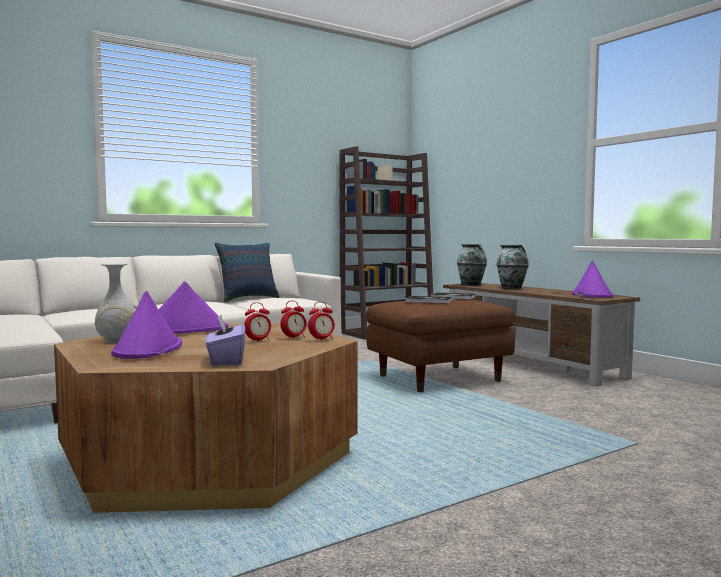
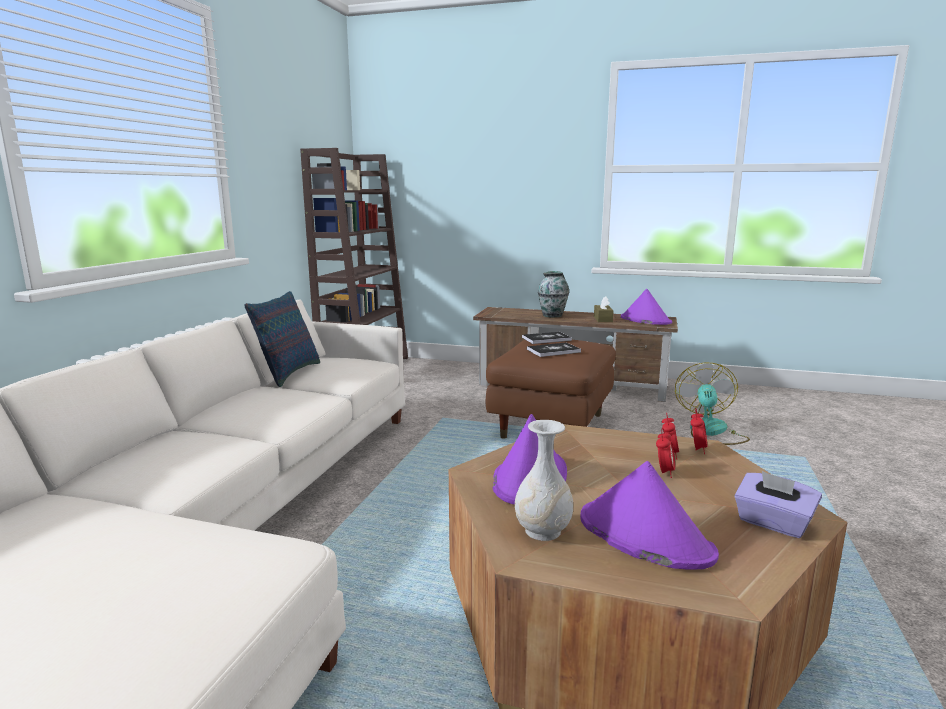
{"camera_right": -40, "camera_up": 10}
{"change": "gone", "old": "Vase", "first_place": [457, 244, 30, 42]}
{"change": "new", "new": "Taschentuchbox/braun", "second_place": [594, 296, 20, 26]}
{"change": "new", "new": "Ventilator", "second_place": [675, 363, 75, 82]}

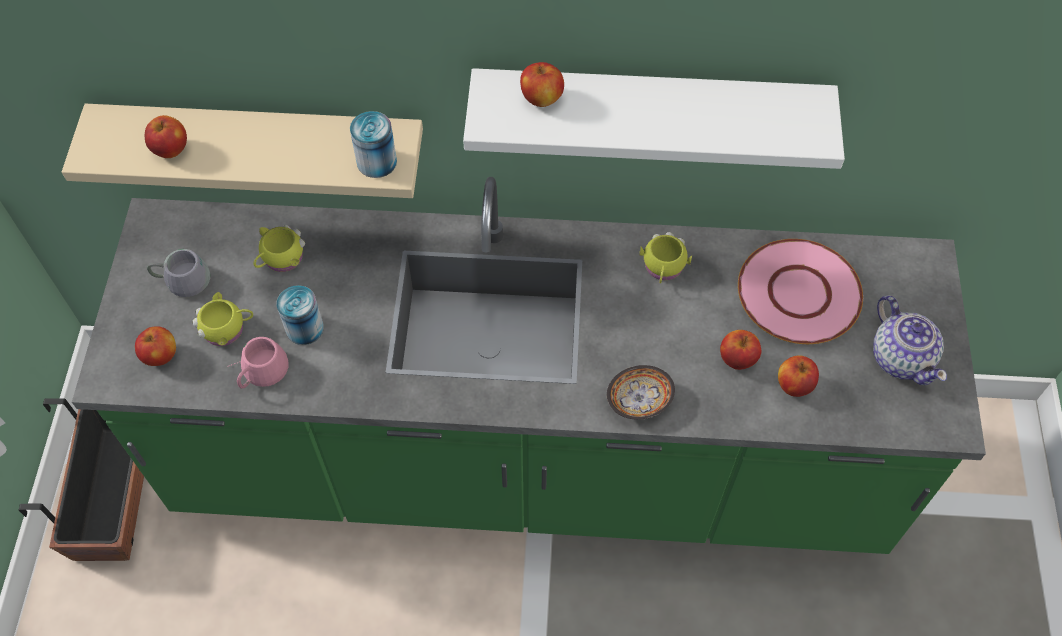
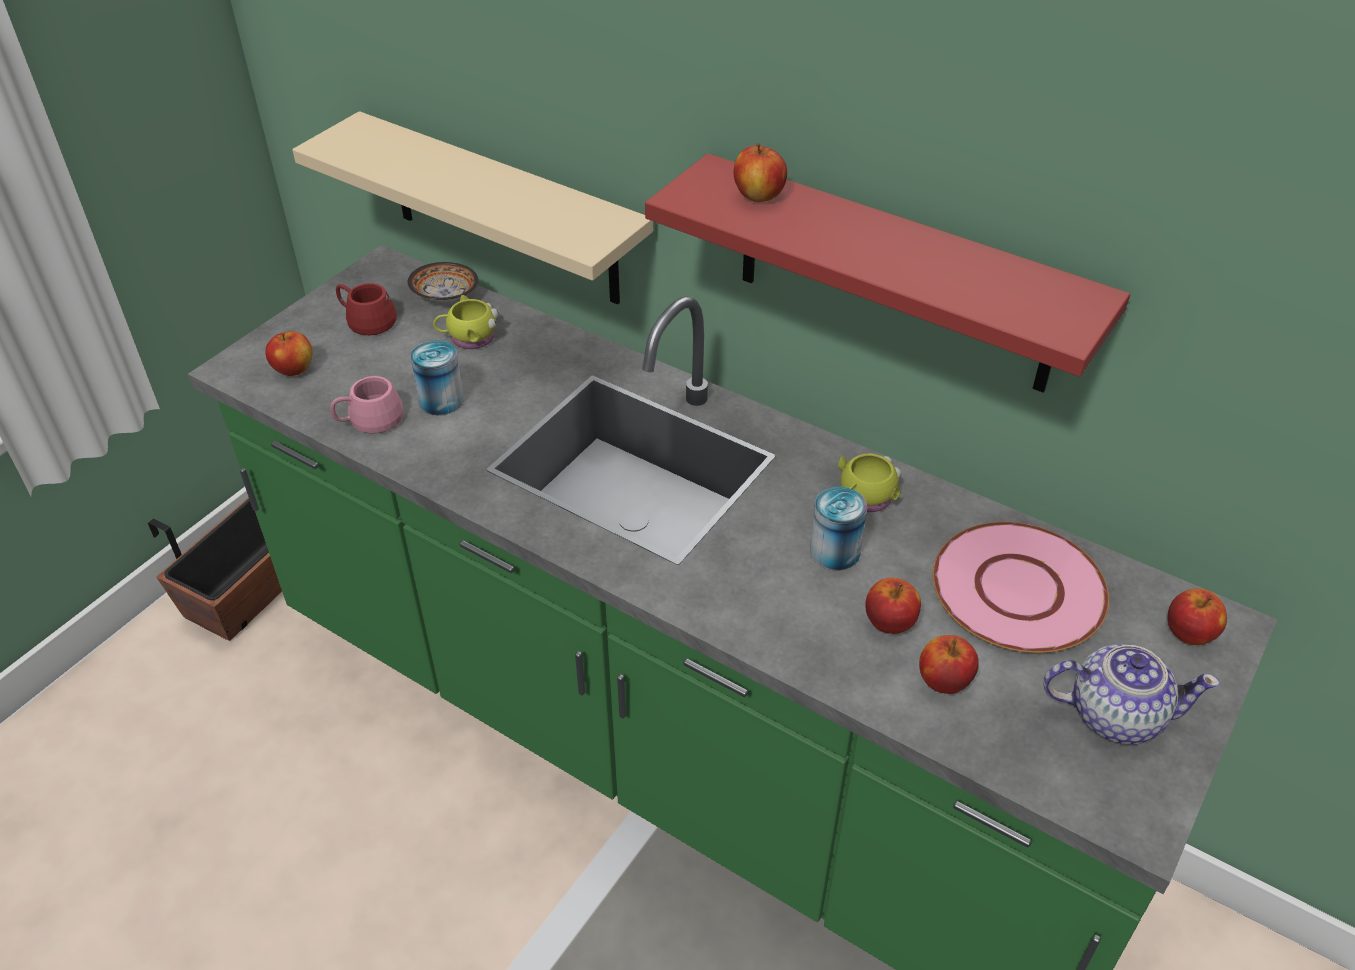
{"camera_right": 30, "camera_up": -15}
{"change": "gone", "old": "Henkelbecher/gelb", "first_place": [192, 292, 61, 54]}
{"change": "shifted", "old": "Apfel", "first_place": [145, 115, 42, 43], "second_place": [1168, 588, 59, 57]}
{"change": "shifted", "old": "Dose", "first_place": [350, 111, 47, 67], "second_place": [810, 487, 57, 84]}
{"change": "shifted", "old": "Schüssel", "first_place": [607, 365, 68, 55], "second_place": [408, 262, 70, 40]}
{"change": "repainted", "old": "Henkelbecher/grau", "new": "Henkelbecher/rot", "first_place": [147, 249, 63, 48], "second_place": [336, 283, 61, 52]}
{"change": "repainted", "old": "Wandregal/weiß", "new": "Wandregal/rot", "first_place": [463, 68, 382, 101], "second_place": [645, 154, 485, 239]}
{"change": "rotated", "old": "Teekanne", "first_place": [873, 295, 74, 90], "second_place": [1043, 644, 177, 100], "degrees": -90}

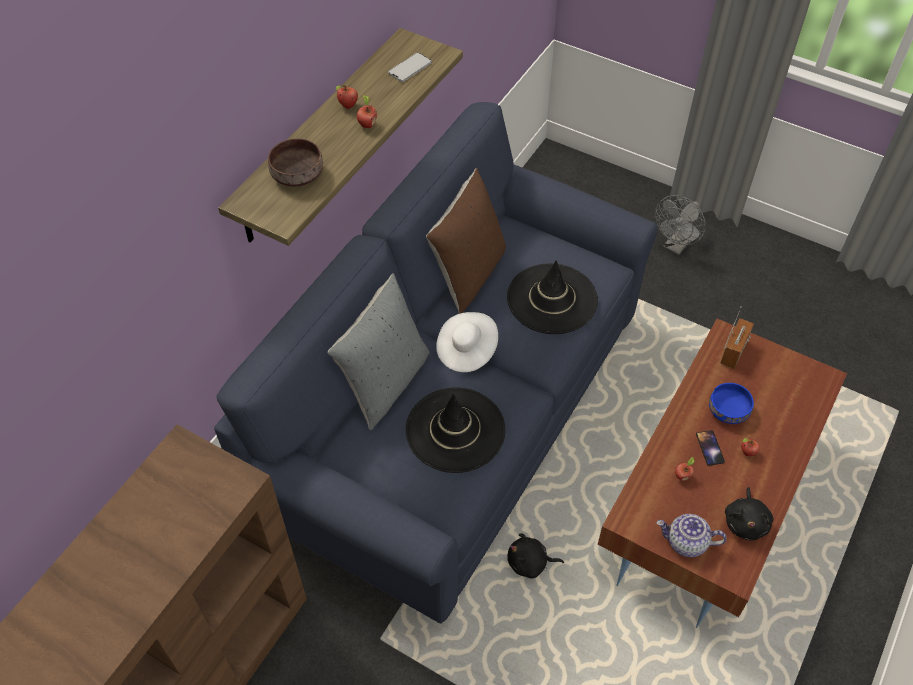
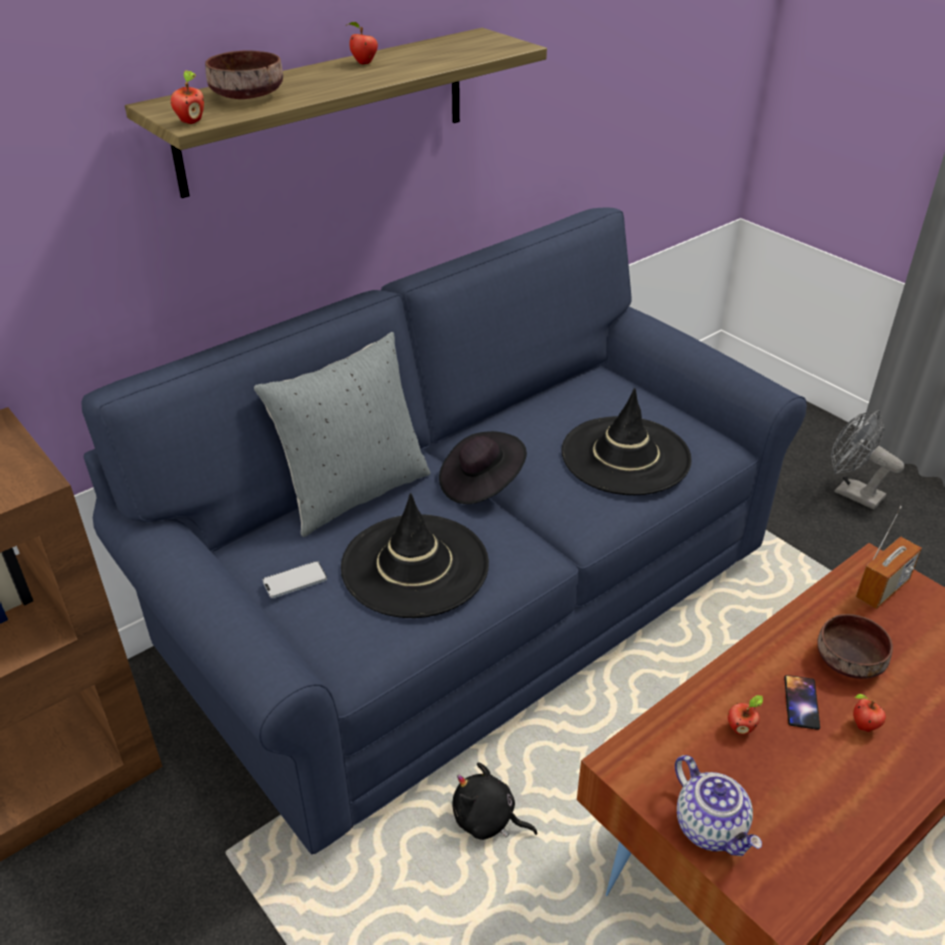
{"camera_right": 20, "camera_up": -15}
{"change": "gone", "old": "Kissen/braun", "first_place": [426, 168, 80, 146]}
{"change": "gone", "old": "Plüschtier/schwarz", "first_place": [725, 487, 49, 53]}
{"change": "shifted", "old": "Apfel", "first_place": [357, 95, 20, 33], "second_place": [171, 70, 33, 54]}
{"change": "shifted", "old": "Handy", "first_place": [388, 52, 44, 30], "second_place": [263, 561, 64, 37]}
{"change": "repainted", "old": "Hut/weiß", "new": "Hut/schwarz", "first_place": [436, 312, 62, 60], "second_place": [439, 431, 88, 73]}
{"change": "repainted", "old": "Schüssel/blau", "new": "Schüssel/braun", "first_place": [709, 383, 45, 41], "second_place": [817, 614, 76, 65]}
{"change": "rotated", "old": "Ventilator/grau", "first_place": [655, 195, 51, 60], "second_place": [831, 410, 73, 100], "degrees": 75}
{"change": "rotated", "old": "Teekanne", "first_place": [657, 514, 70, 43], "second_place": [675, 755, 87, 101], "degrees": -150}

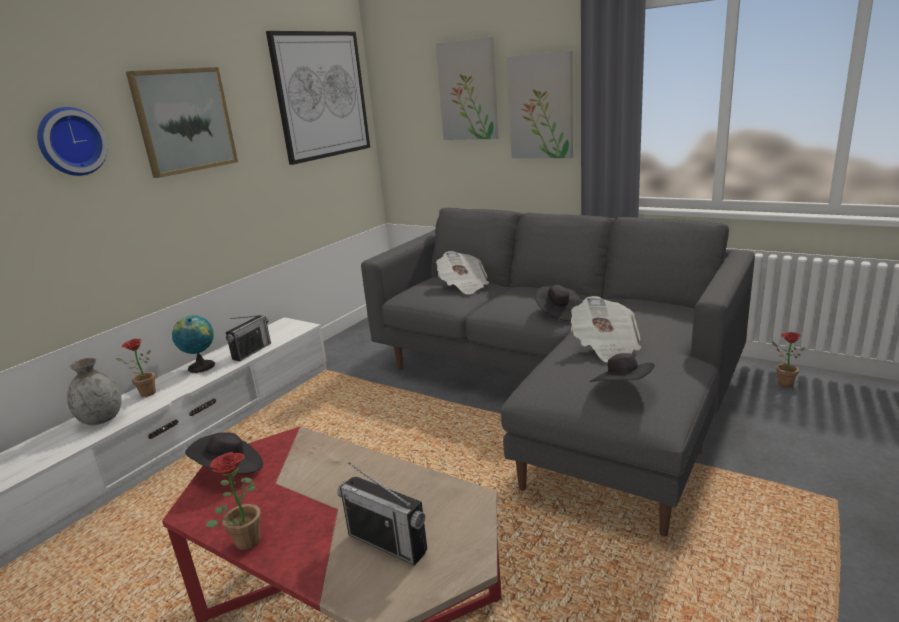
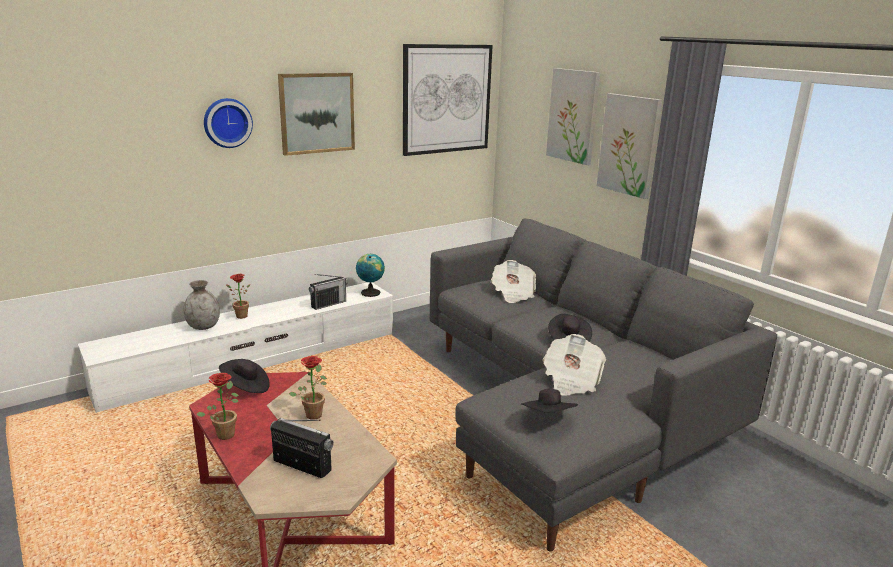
{"camera_right": 20, "camera_up": 0}
{"change": "shifted", "old": "Globus", "first_place": [172, 315, 43, 58], "second_place": [356, 254, 29, 43]}
{"change": "shifted", "old": "Topfpflanze", "first_place": [772, 332, 33, 55], "second_place": [289, 356, 38, 64]}
{"change": "rotated", "old": "Radio", "first_place": [337, 462, 90, 103], "second_place": [270, 418, 64, 60], "degrees": 150}

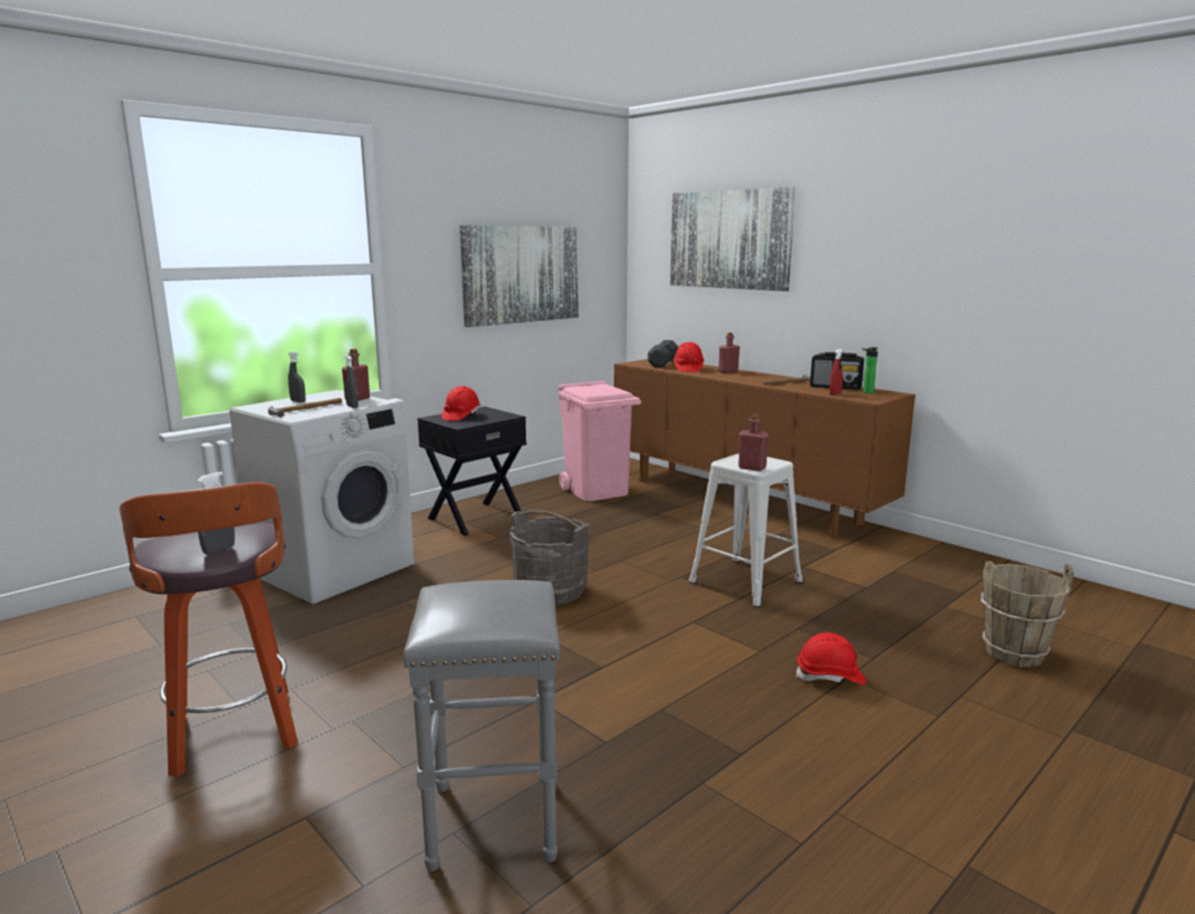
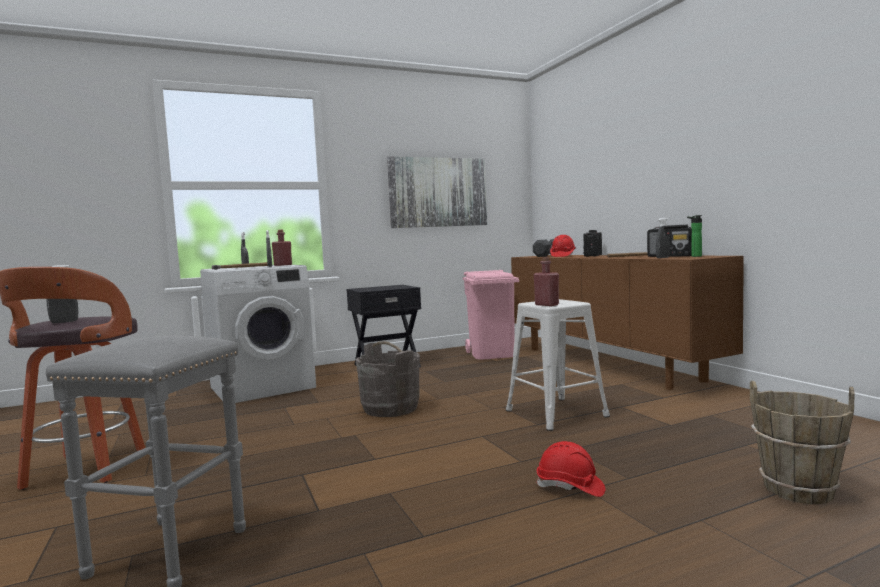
{"camera_right": 20, "camera_up": -10}
{"change": "gone", "old": "Schutzhelm/rot", "first_place": [442, 386, 39, 35]}
{"change": "gone", "old": "Bild", "first_place": [670, 187, 125, 104]}
{"change": "swapped", "old": "Flasche/rot", "new": "Radio", "first_place": [719, 332, 21, 41], "second_place": [583, 230, 19, 27]}
{"change": "repainted", "old": "Sprühflasche/rot", "new": "Sprühflasche/grau", "first_place": [830, 349, 13, 46], "second_place": [656, 218, 14, 40]}

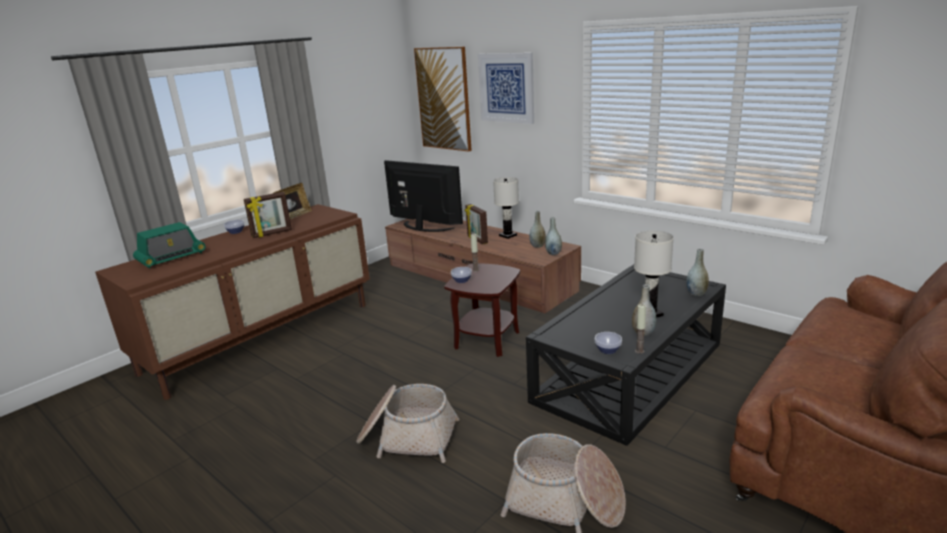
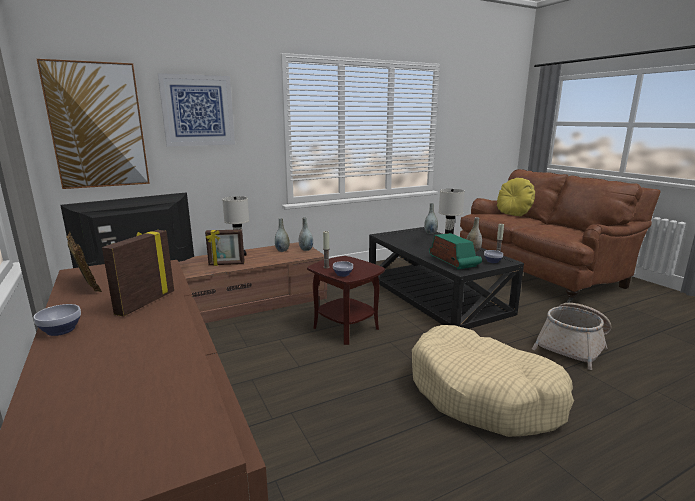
{"camera_right": -70, "camera_up": -5}
{"change": "new", "new": "Kissen/gelb", "second_place": [497, 178, 38, 38]}
{"change": "shifted", "old": "Radio", "first_place": [133, 222, 73, 47], "second_place": [429, 233, 53, 37]}
{"change": "swapped", "old": "Korb", "new": "Hundebett/beige", "first_place": [356, 384, 103, 79], "second_place": [412, 325, 162, 112]}
{"change": "rotated", "old": "Bilderrahmen", "first_place": [244, 192, 48, 46], "second_place": [102, 230, 72, 87], "degrees": -150}

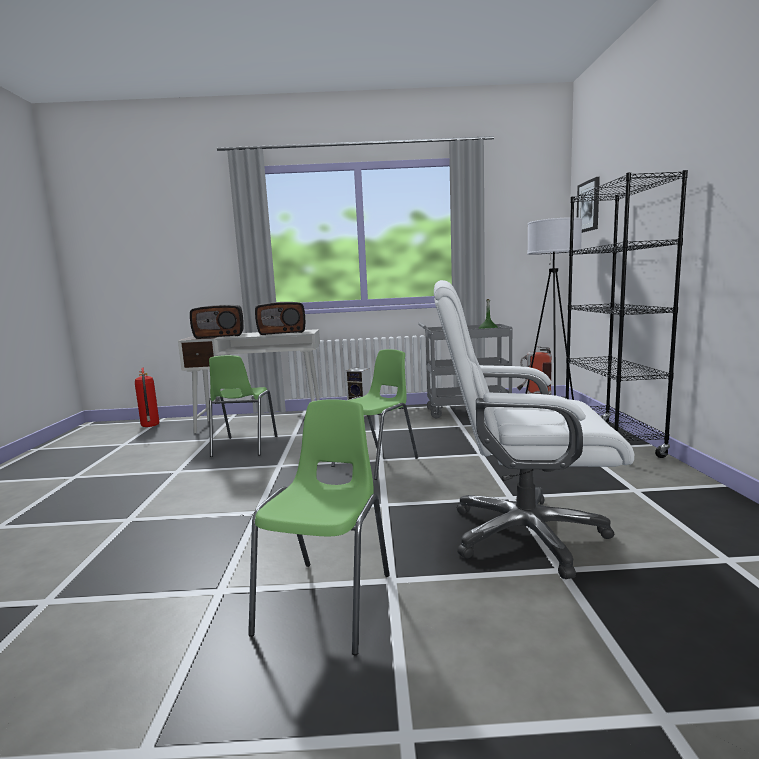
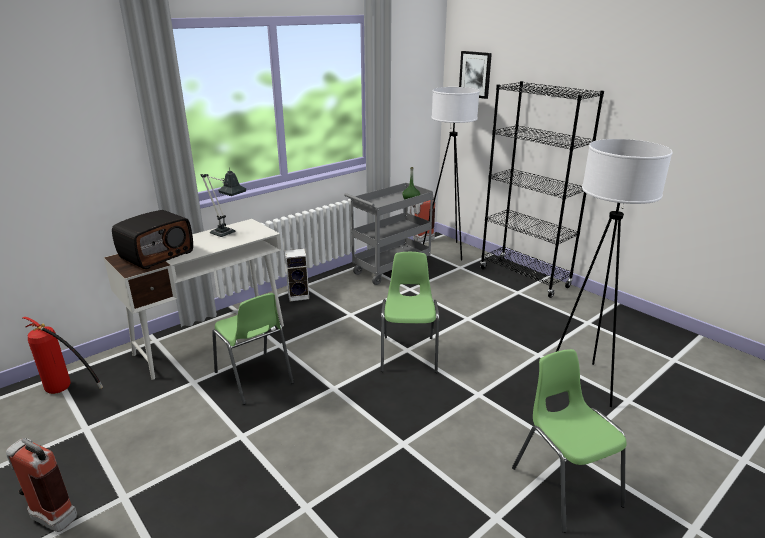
{"camera_right": -40, "camera_up": 15}
{"change": "new", "new": "Feuerlöscher", "second_place": [6, 438, 71, 94]}
{"change": "swapped", "old": "Radio", "new": "Tischlampe", "first_place": [255, 302, 50, 33], "second_place": [200, 167, 46, 70]}
{"change": "swapped", "old": "Bürostuhl/weiß", "new": "Stehlampe/weiß", "first_place": [434, 280, 200, 299], "second_place": [556, 139, 117, 268]}

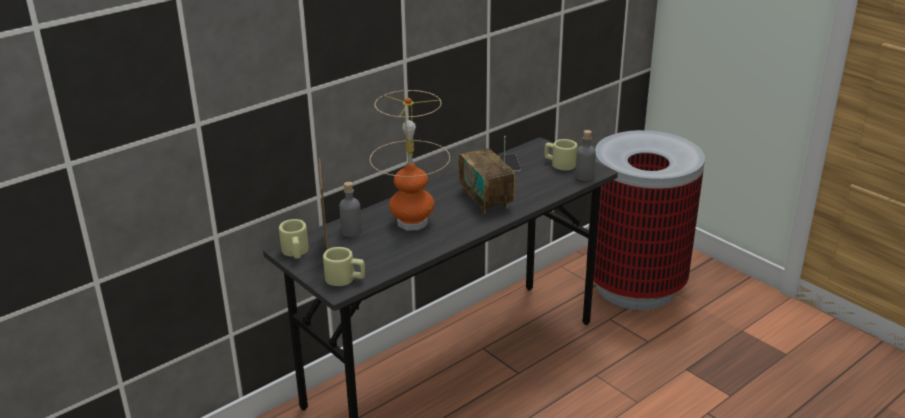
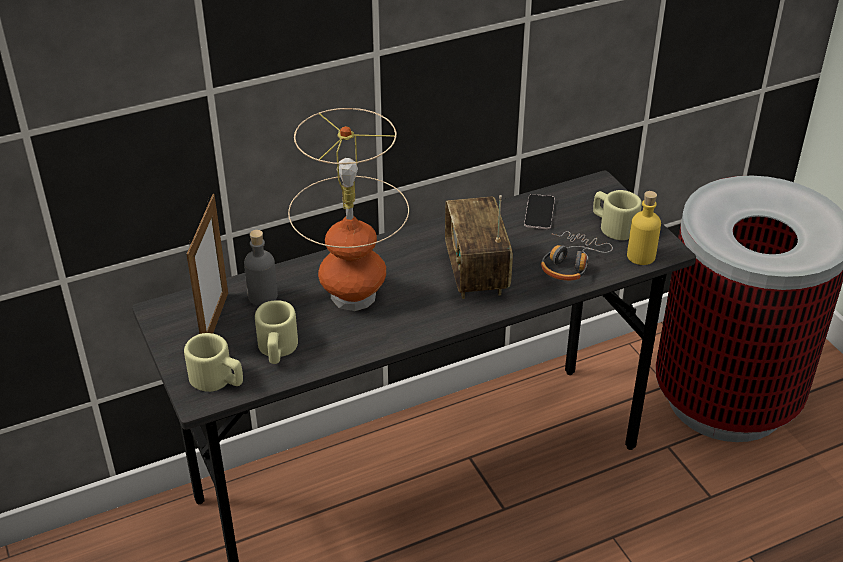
{"camera_right": 15, "camera_up": 10}
{"change": "new", "new": "Kopfhörer", "second_place": [541, 231, 72, 50]}
{"change": "shifted", "old": "Henkelbecher/beige", "first_place": [279, 219, 30, 40], "second_place": [255, 300, 43, 64]}
{"change": "repainted", "old": "Flasche/grau", "new": "Flasche/gelb", "first_place": [575, 130, 21, 51], "second_place": [627, 191, 34, 74]}

